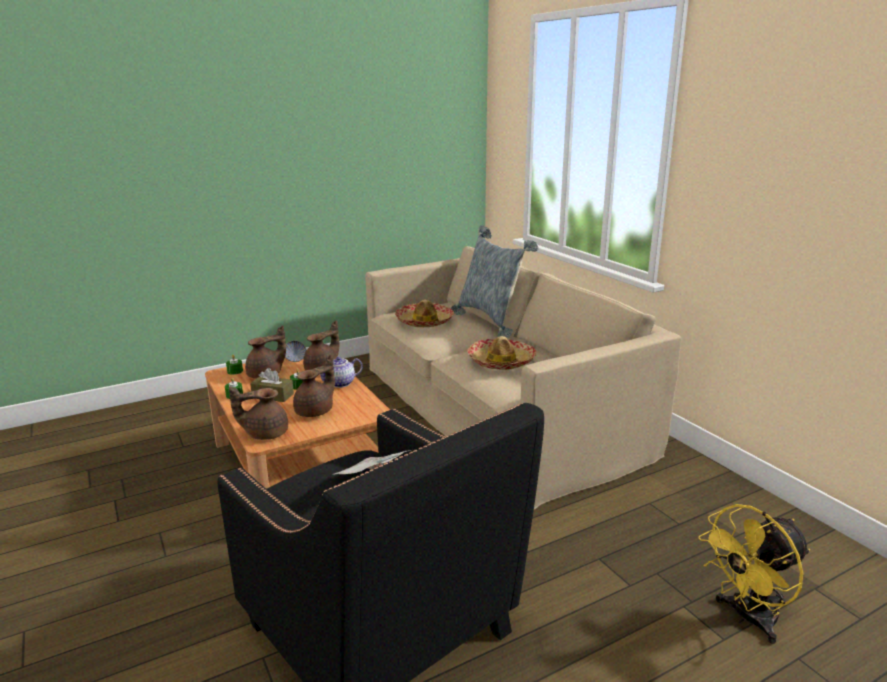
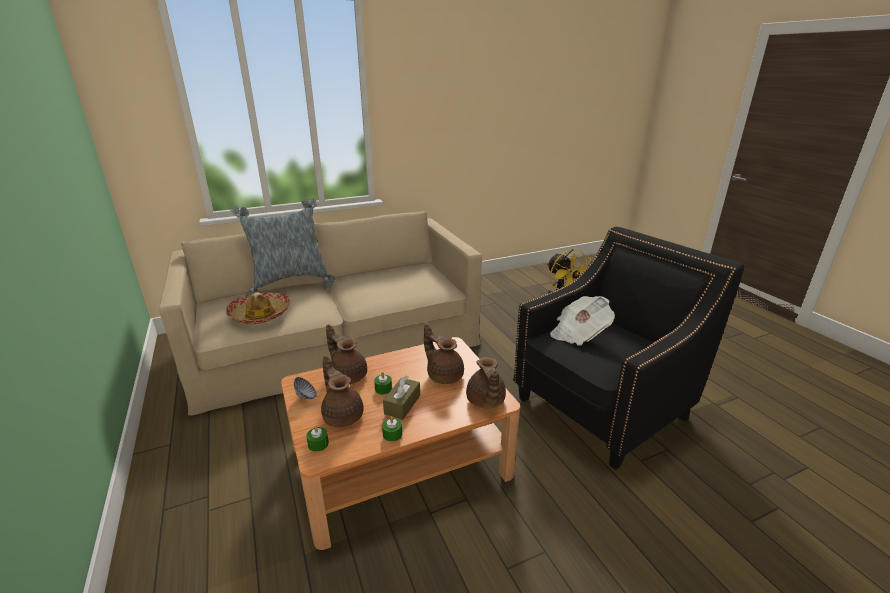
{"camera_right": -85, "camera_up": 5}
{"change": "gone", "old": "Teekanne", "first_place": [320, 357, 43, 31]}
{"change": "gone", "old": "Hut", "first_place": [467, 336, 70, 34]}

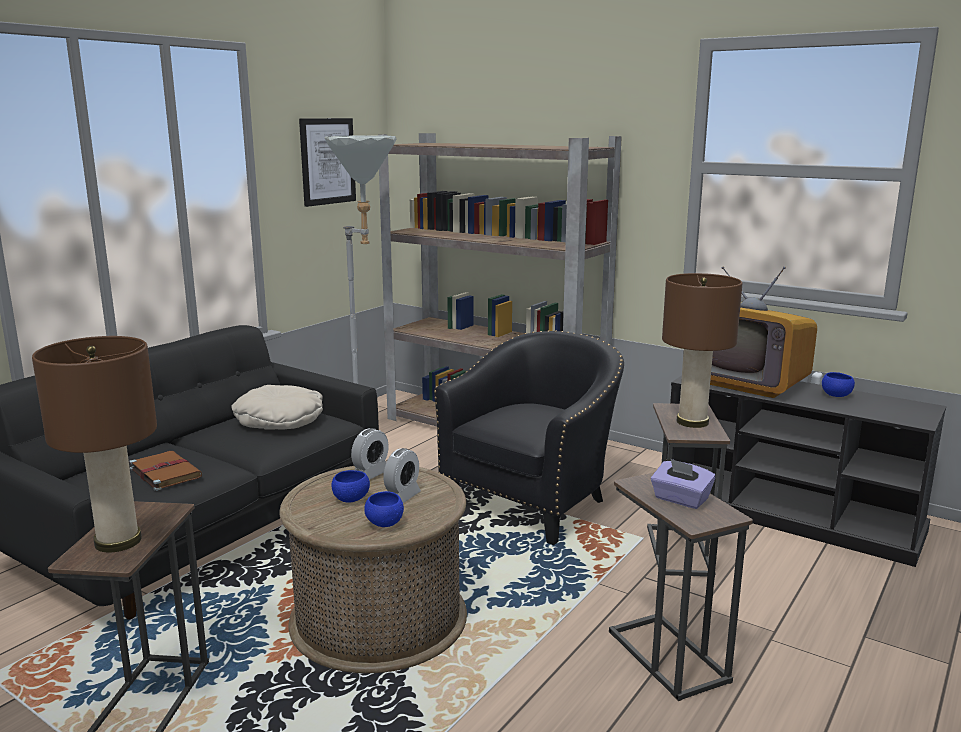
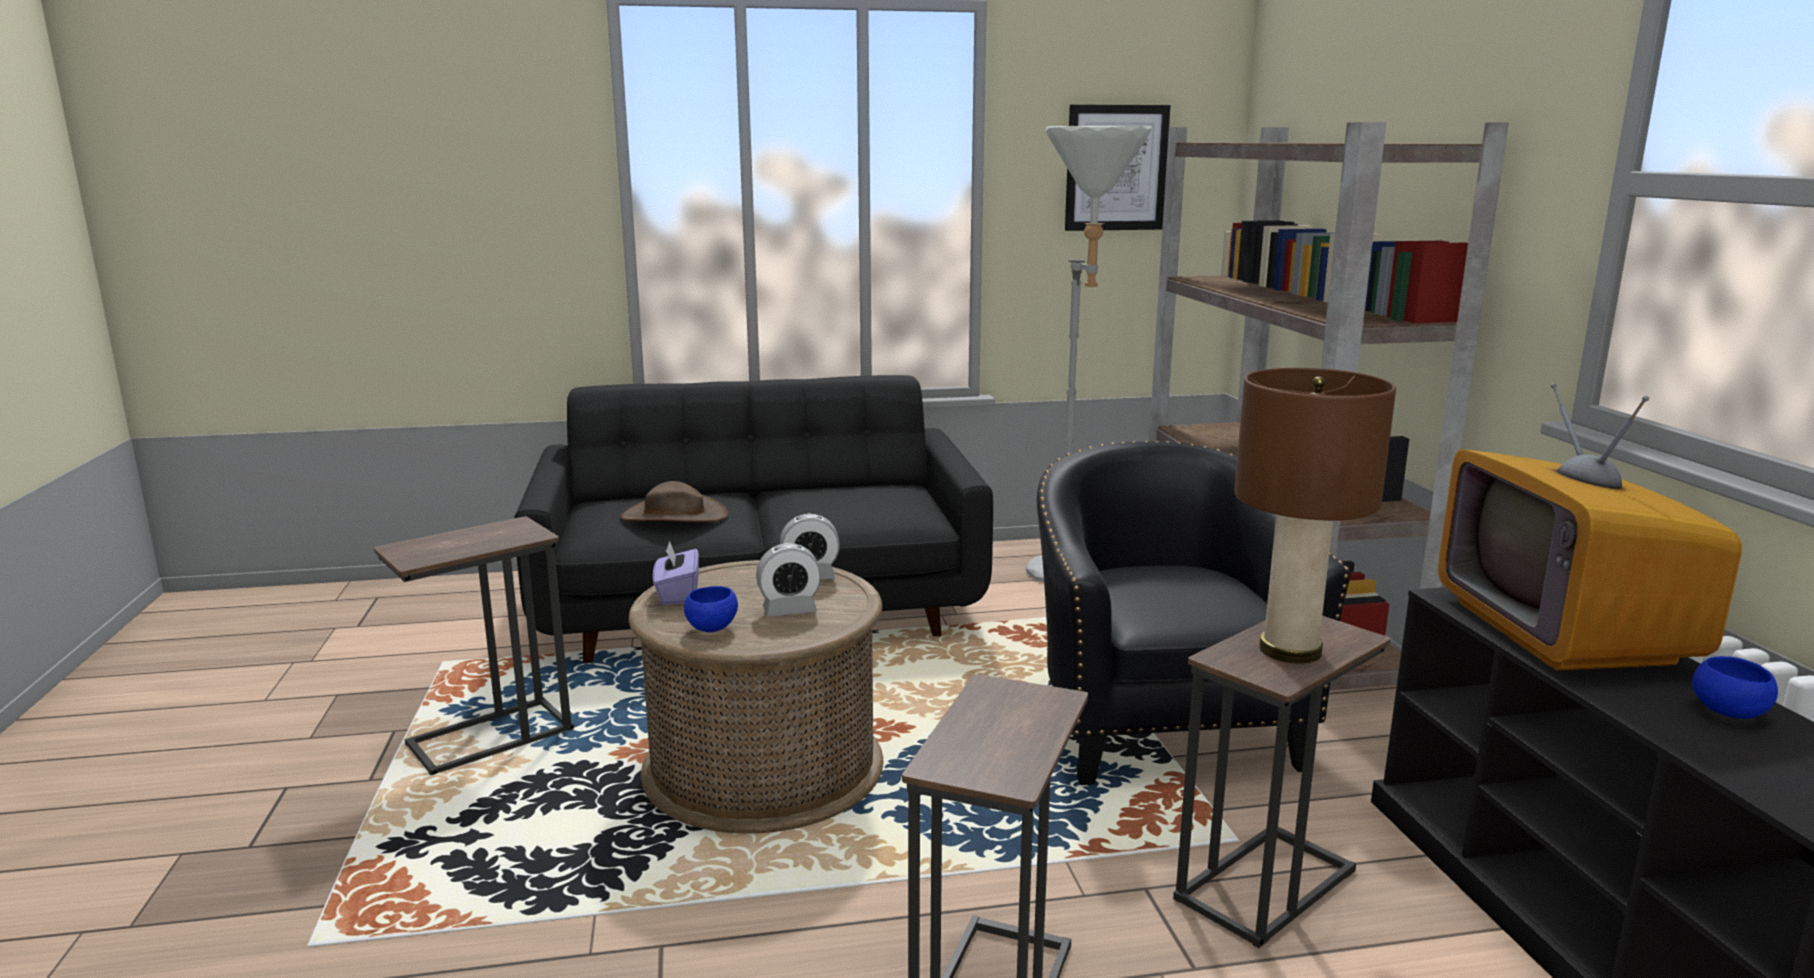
{"camera_right": 45, "camera_up": 0}
{"change": "gone", "old": "Tischlampe/braun", "first_place": [32, 336, 125, 216]}
{"change": "gone", "old": "Kissen/beige", "first_place": [231, 385, 92, 45]}
{"change": "gone", "old": "Schüssel/blau", "first_place": [331, 470, 39, 33]}
{"change": "shifted", "old": "Taschentuchbox/lila", "first_place": [651, 458, 65, 51], "second_place": [653, 540, 46, 65]}
{"change": "swapped", "old": "Buch/braun", "new": "Hut/braun", "first_place": [129, 451, 73, 40], "second_place": [620, 481, 108, 41]}
{"change": "rotated", "old": "Sessel/schwarz", "first_place": [434, 330, 190, 215], "second_place": [1037, 441, 314, 344], "degrees": -90}

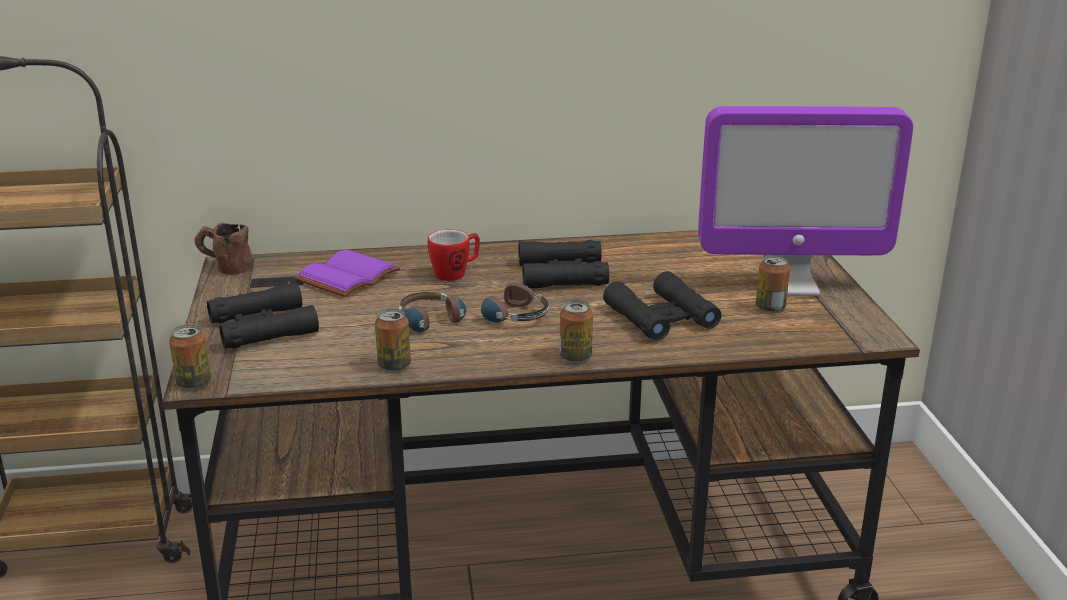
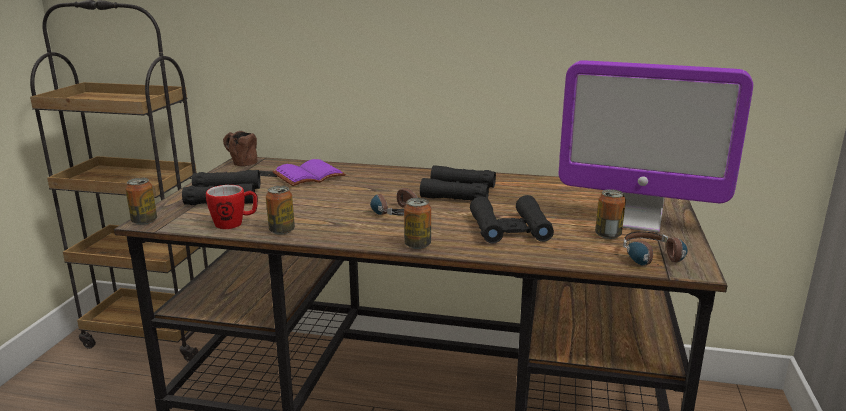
{"camera_right": 20, "camera_up": -5}
{"change": "shifted", "old": "Kopfhörer", "first_place": [399, 292, 67, 42], "second_place": [623, 231, 65, 37]}
{"change": "shifted", "old": "Henkelbecher", "first_place": [428, 230, 52, 51], "second_place": [206, 185, 52, 44]}

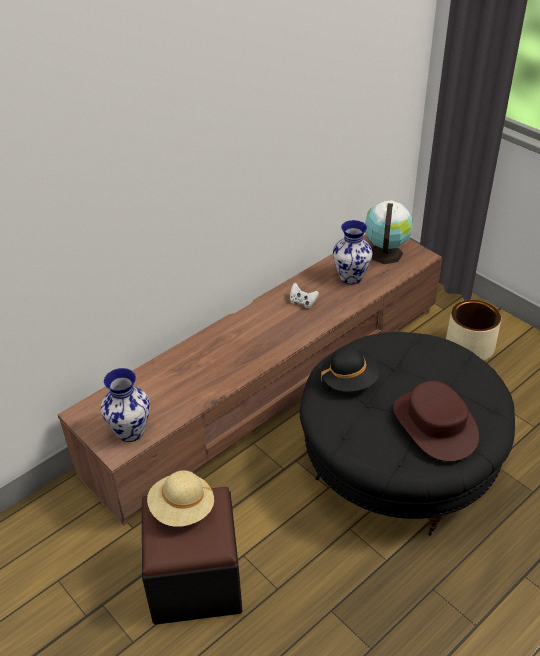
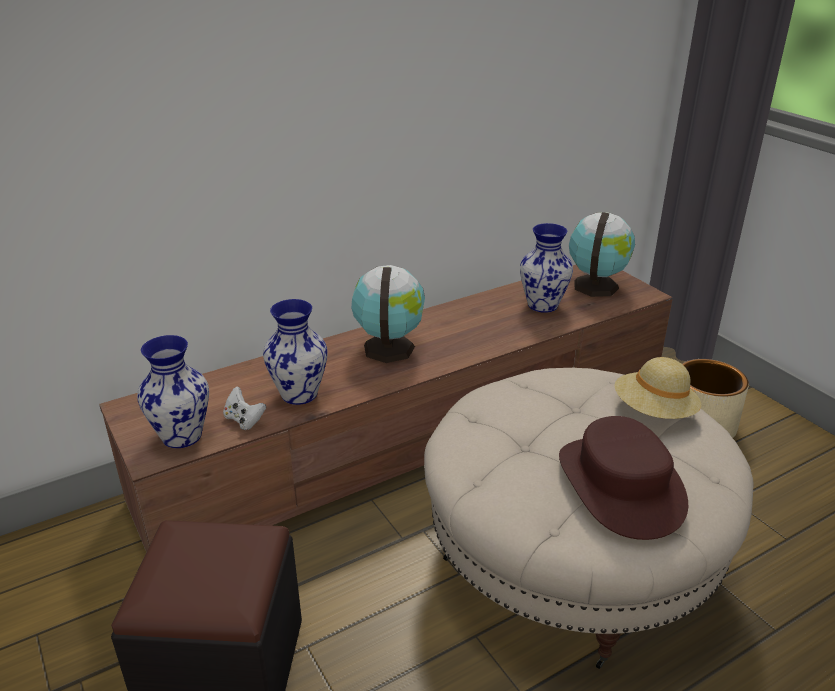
{"camera_right": 10, "camera_up": -10}
{"change": "gone", "old": "Hut/schwarz", "first_place": [321, 346, 58, 46]}
{"change": "new", "new": "Vase", "second_place": [263, 299, 65, 106]}
{"change": "new", "new": "Globus", "second_place": [351, 265, 74, 98]}
{"change": "shifted", "old": "Hut/beige", "first_place": [147, 470, 67, 57], "second_place": [614, 357, 87, 62]}
{"change": "shifted", "old": "Gamepad/weiß", "first_place": [290, 283, 29, 25], "second_place": [223, 387, 43, 43]}
{"change": "repainted", "old": "Polsterhocker/schwarz", "new": "Polsterhocker/beige", "first_place": [300, 332, 215, 204], "second_place": [424, 368, 329, 301]}

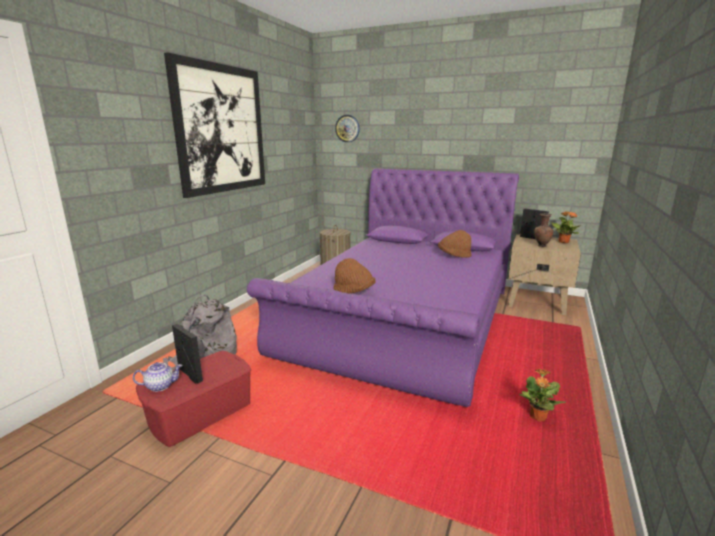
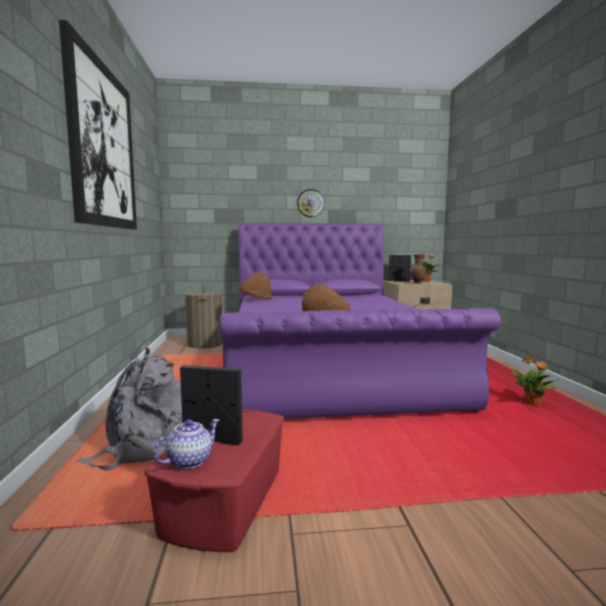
{"camera_right": -30, "camera_up": -10}
{"change": "shifted", "old": "Wanduhr", "first_place": [335, 115, 25, 27], "second_place": [297, 189, 28, 28]}
{"change": "shifted", "old": "Hut/braun", "first_place": [438, 230, 34, 28], "second_place": [238, 272, 34, 27]}

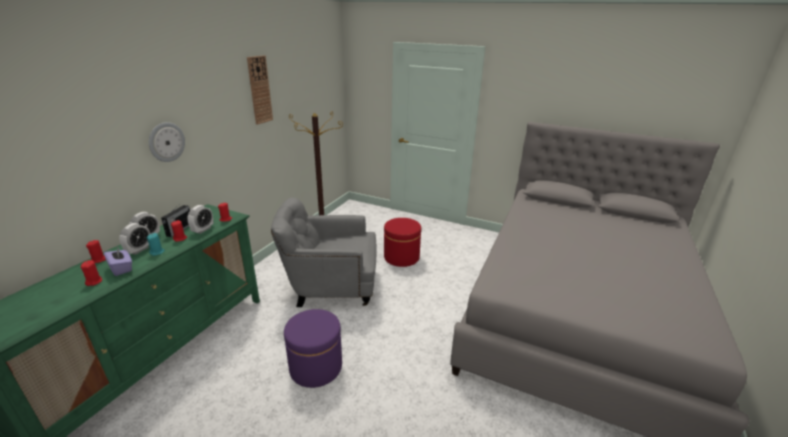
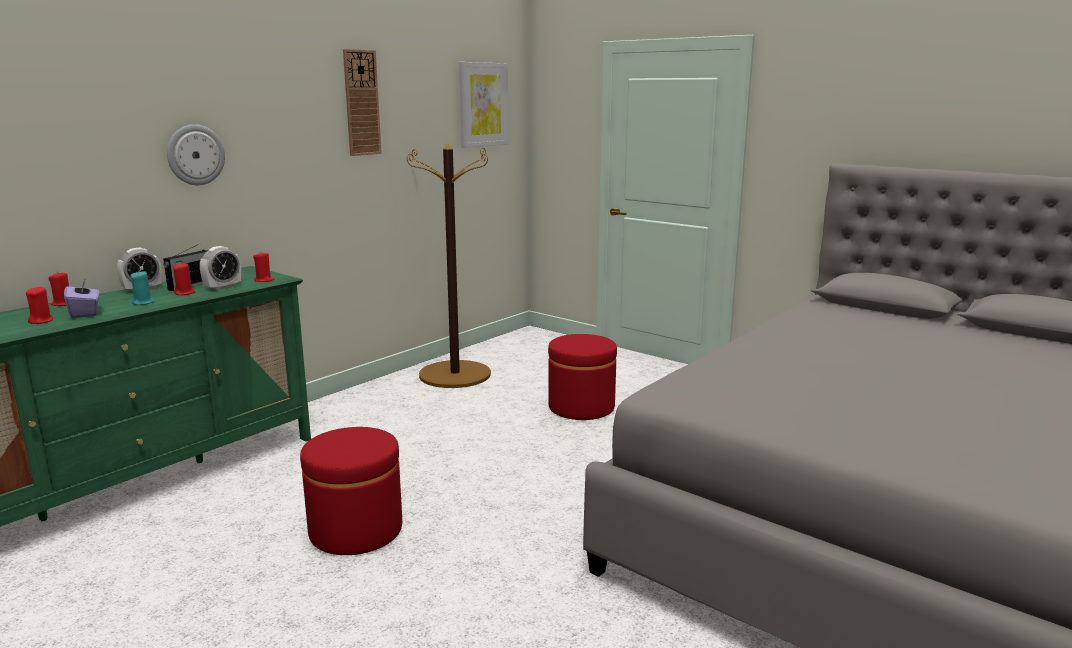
{"camera_right": 15, "camera_up": -10}
{"change": "gone", "old": "Wecker", "first_place": [119, 223, 31, 32]}
{"change": "gone", "old": "Sessel/grau", "first_place": [271, 197, 106, 110]}
{"change": "new", "new": "Bild", "second_place": [459, 62, 50, 86]}
{"change": "repainted", "old": "Polsterhocker/lila", "new": "Polsterhocker/rot", "first_place": [284, 309, 58, 79], "second_place": [300, 427, 102, 128]}

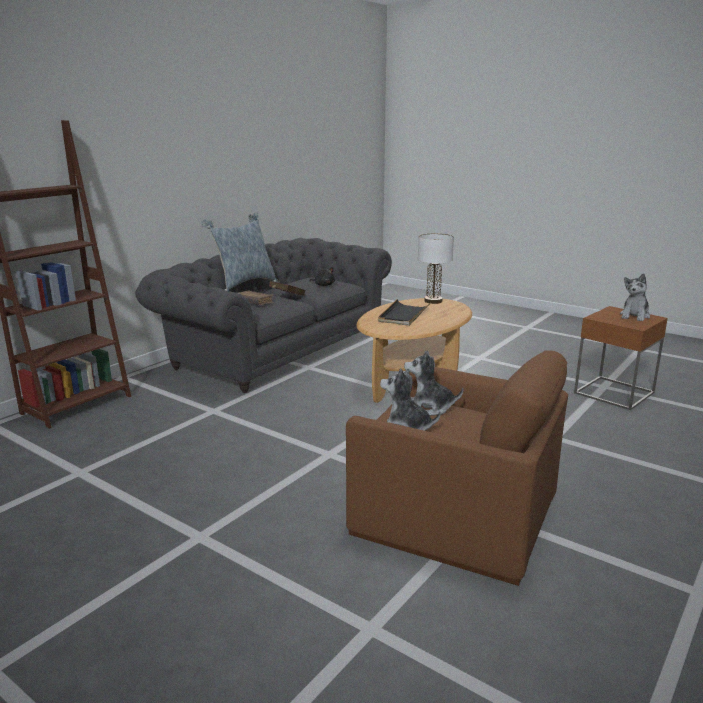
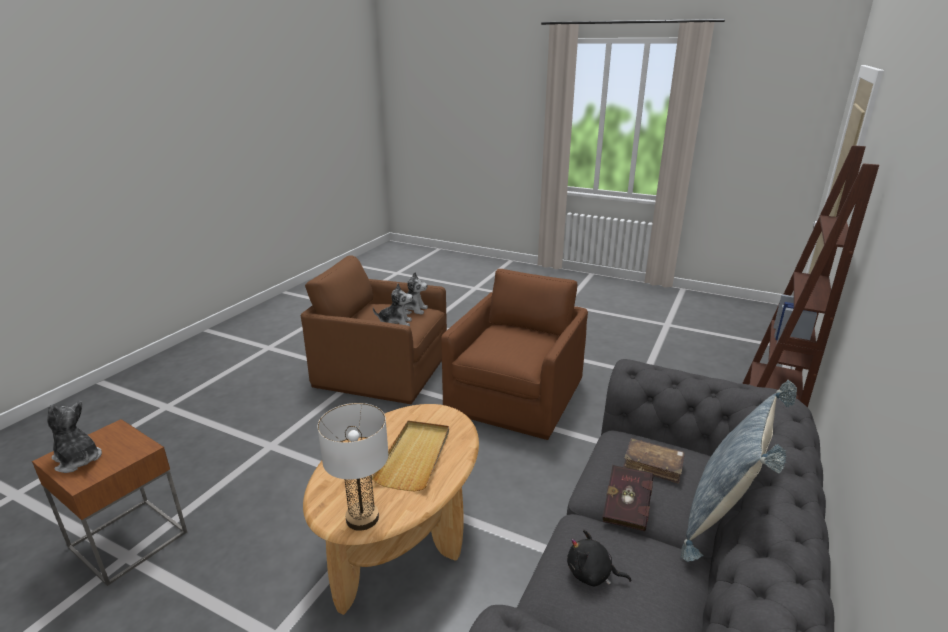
{"camera_right": 170, "camera_up": 5}
{"change": "new", "new": "Sessel/braun", "second_place": [441, 269, 147, 171]}
{"change": "repainted", "old": "Tablett/schwarz", "new": "Tablett/beige", "first_place": [378, 299, 53, 27], "second_place": [372, 421, 77, 71]}
{"change": "rotated", "old": "Plüschtier", "first_place": [620, 273, 30, 48], "second_place": [47, 401, 55, 72], "degrees": -75}

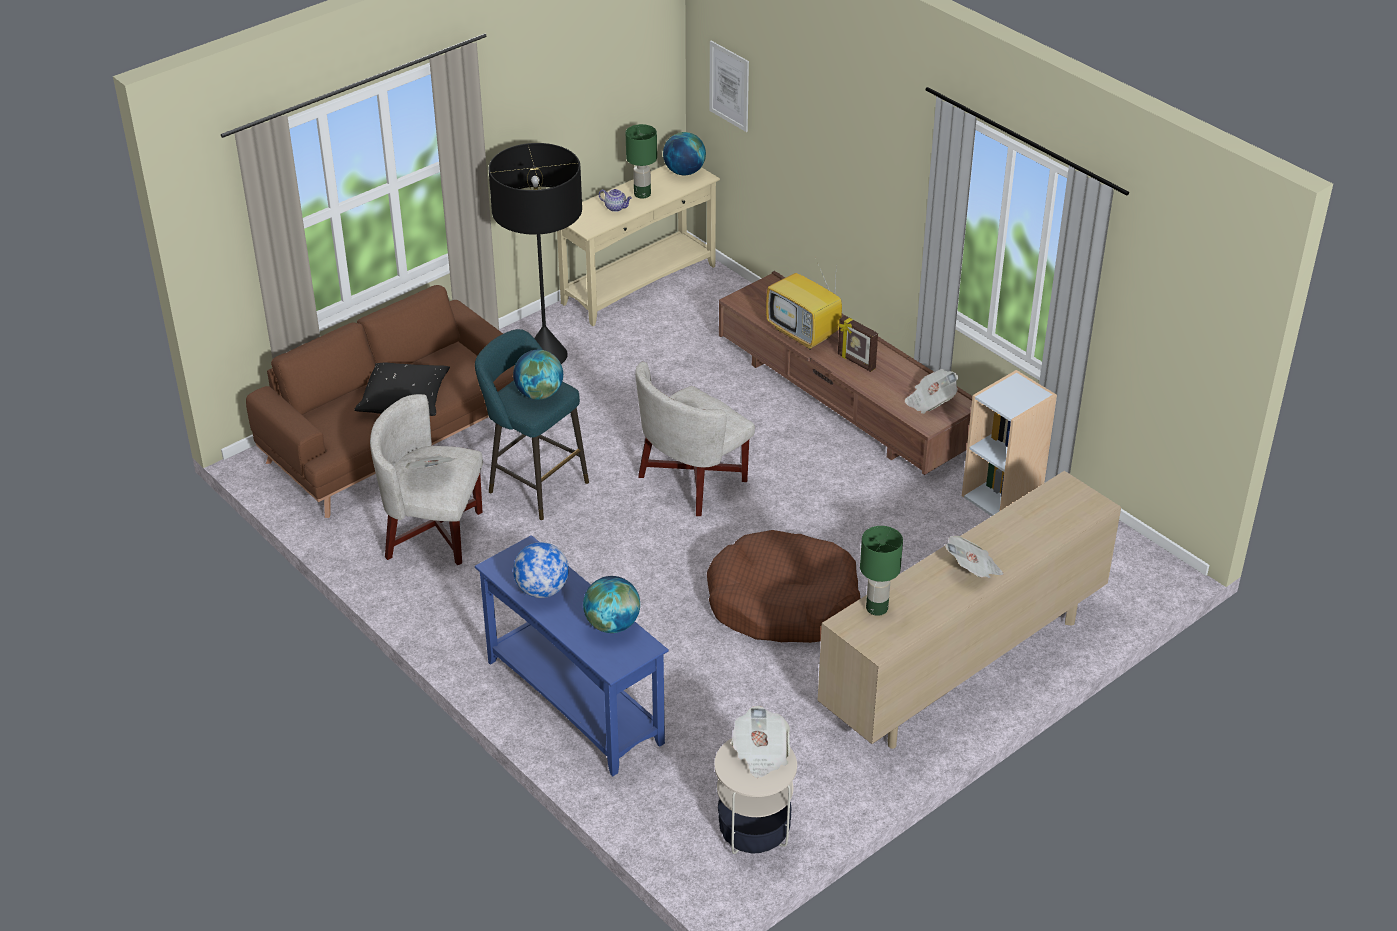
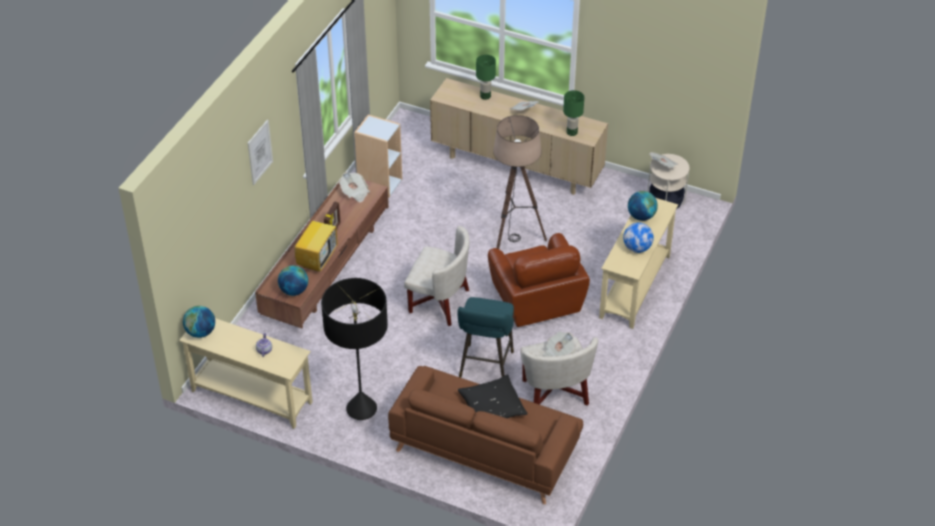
{"camera_right": -115, "camera_up": 5}
{"change": "new", "new": "Sessel/braun", "second_place": [488, 233, 102, 94]}
{"change": "shifted", "old": "Globus", "first_place": [513, 350, 50, 50], "second_place": [278, 265, 30, 31]}
{"change": "shifted", "old": "Tischlampe/grün", "first_place": [626, 124, 31, 75], "second_place": [476, 55, 20, 45]}
{"change": "shifted", "old": "Bild", "first_place": [710, 41, 39, 91], "second_place": [248, 120, 25, 65]}
{"change": "swapped", "old": "Hundebett/braun", "new": "Stehlampe", "first_place": [707, 530, 154, 113], "second_place": [493, 115, 54, 134]}
{"change": "repainted", "old": "Konsolentisch/blau", "new": "Konsolentisch/beige", "first_place": [475, 535, 194, 242], "second_place": [599, 198, 79, 131]}

